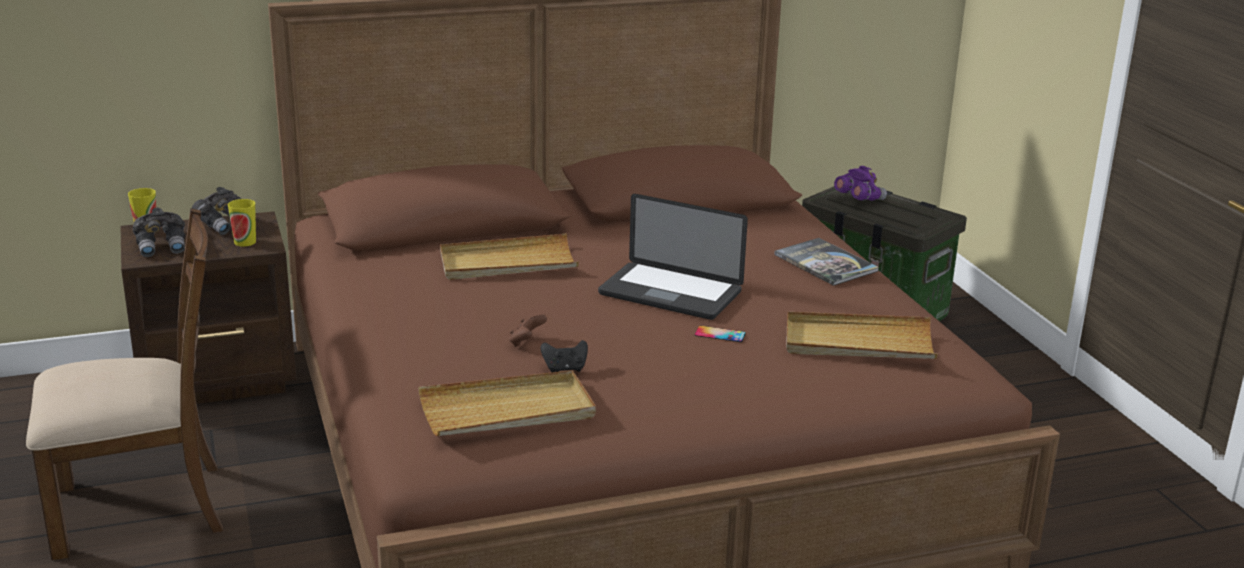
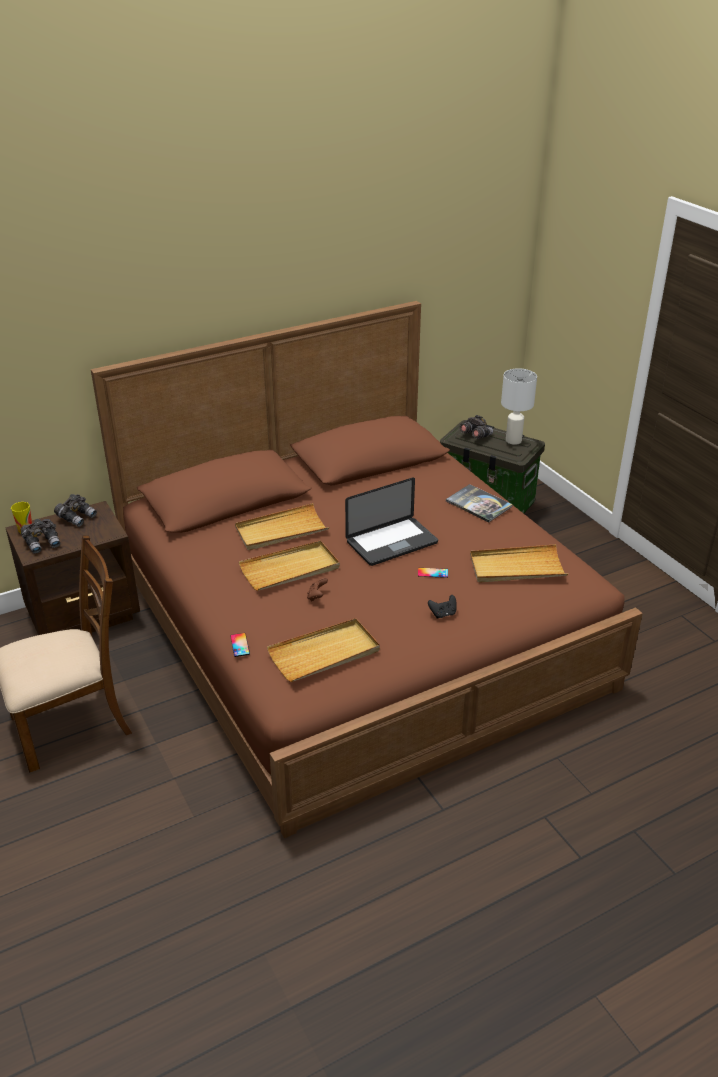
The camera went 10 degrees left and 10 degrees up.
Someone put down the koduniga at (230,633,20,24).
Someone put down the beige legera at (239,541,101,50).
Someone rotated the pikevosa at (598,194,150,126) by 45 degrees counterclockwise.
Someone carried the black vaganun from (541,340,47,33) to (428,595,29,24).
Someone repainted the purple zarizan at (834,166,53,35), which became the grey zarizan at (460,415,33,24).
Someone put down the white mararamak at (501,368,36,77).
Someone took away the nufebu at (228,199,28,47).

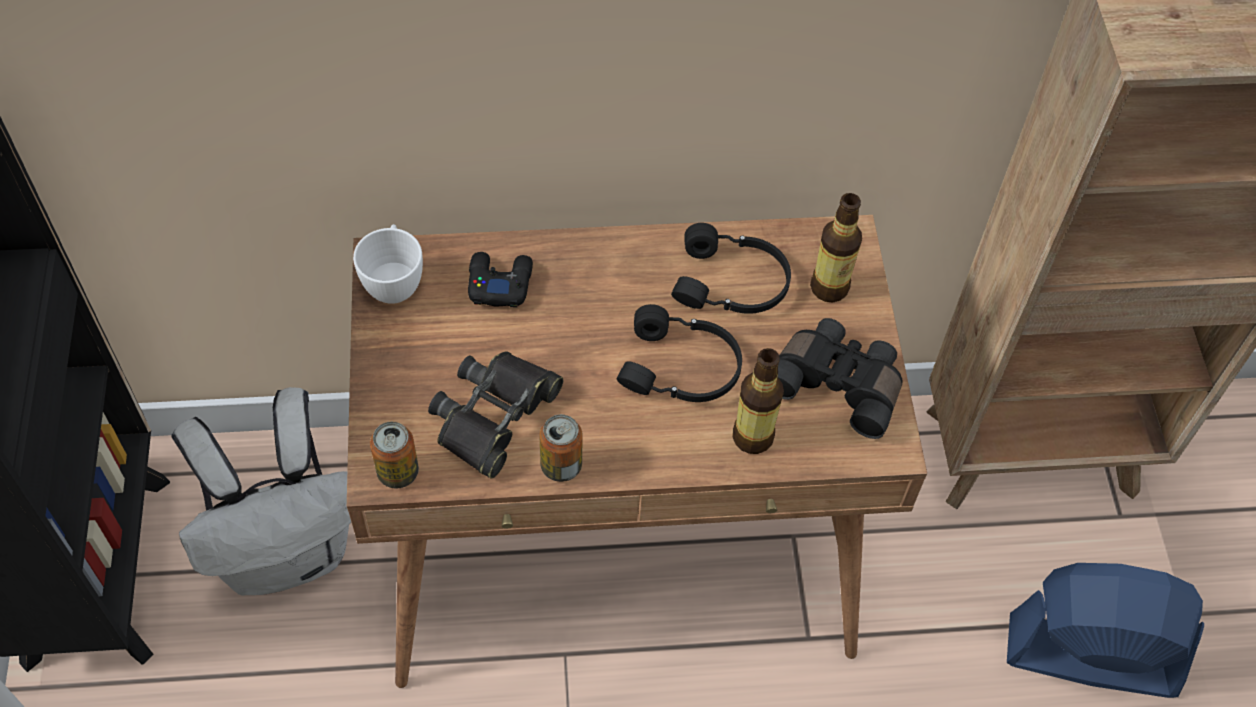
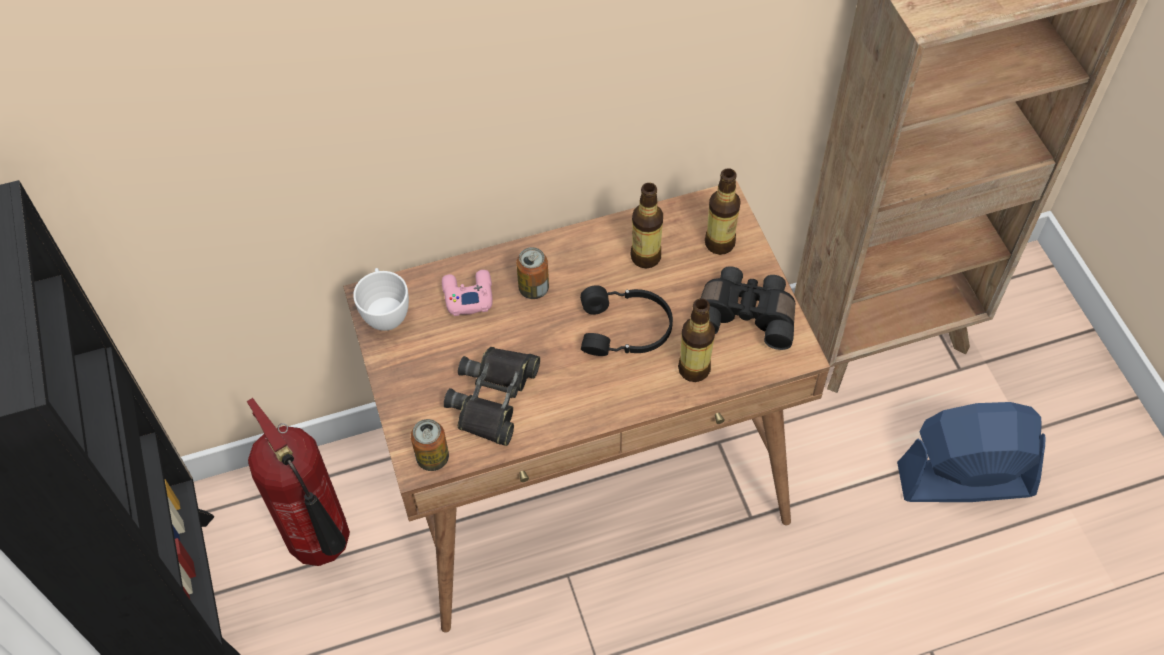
The camera went 10 degrees left and 0 degrees up.
Someone swapped the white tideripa at (172,387,179,208) for the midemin at (247,398,103,168).
Someone repainted the black vaganun at (468,252,65,56), which became the pink vaganun at (442,270,51,46).
Someone carried the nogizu from (539,414,44,68) to (516,247,33,52).
Someone swapped the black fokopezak at (671,223,120,91) for the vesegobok at (630,183,33,86).

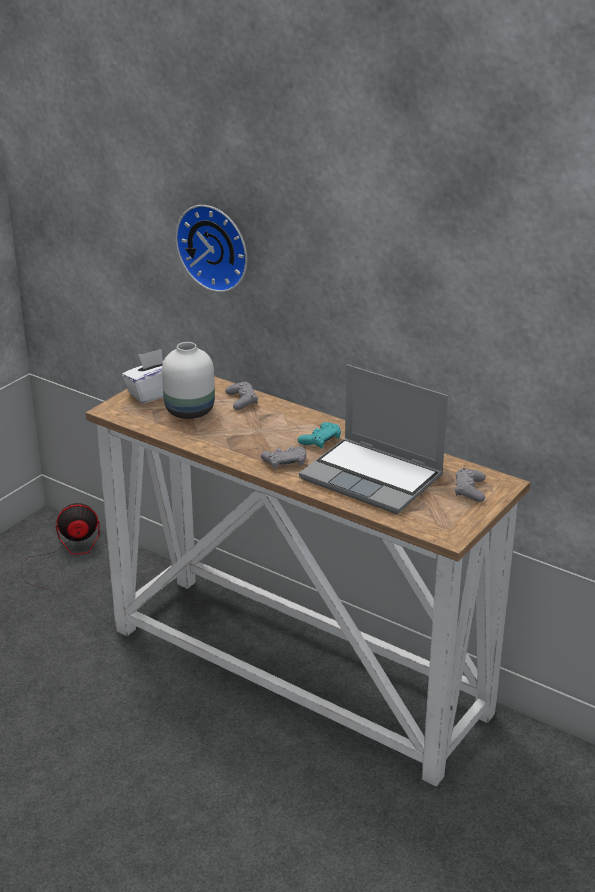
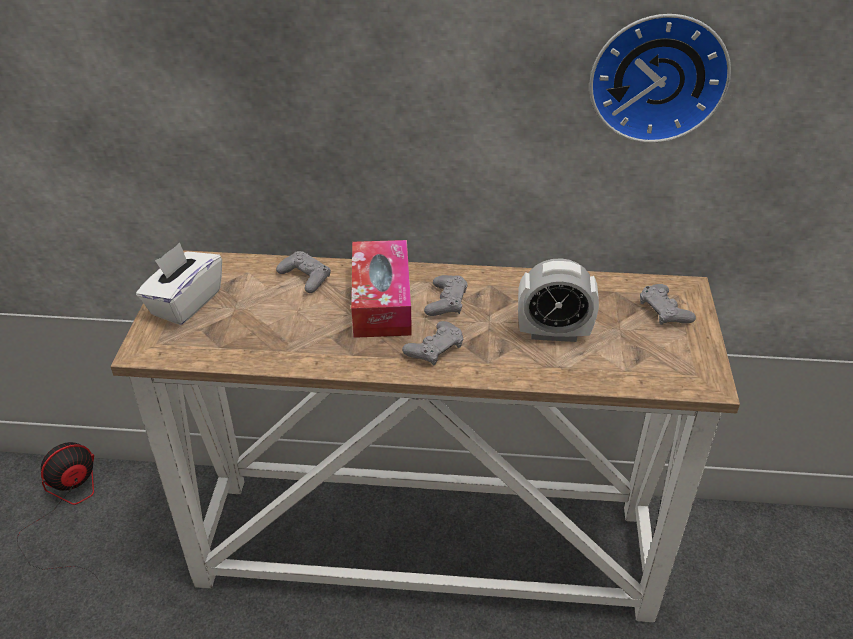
The camera went 30 degrees left and 10 degrees up.
Someone put down the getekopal at (351,240,61,98).
Someone repainted the turquoise vaganun at (298,422,43,27), which became the grey vaganun at (424,275,44,41).
Someone swapped the pikevosa at (299,364,149,150) for the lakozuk at (518,258,81,84).
Someone carried the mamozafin from (175,205,72,87) to (589,14,142,129).
Someone took away the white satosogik at (162,342,53,77).

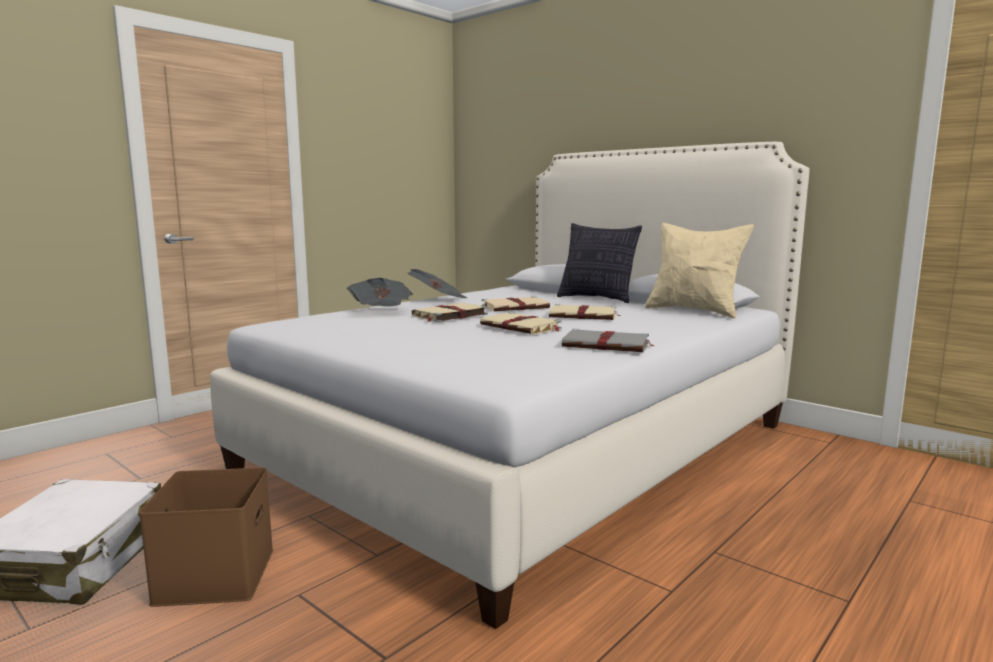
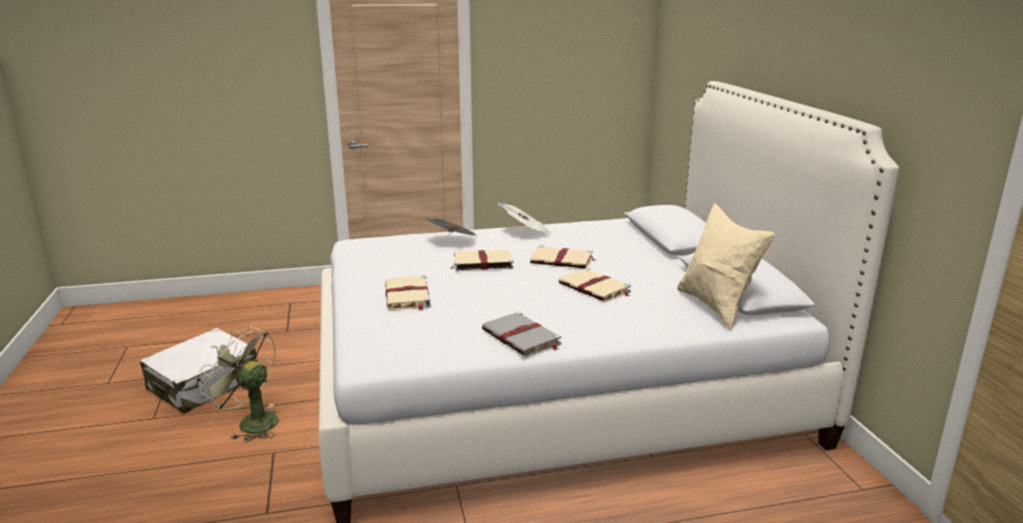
The camera went 35 degrees right and 10 degrees up.
Someone swapped the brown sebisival at (139,468,134,139) for the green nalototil at (199,326,80,116).
Someone carried the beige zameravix from (480,312,82,22) to (385,276,46,34).
Someone took away the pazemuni at (557,223,85,80).

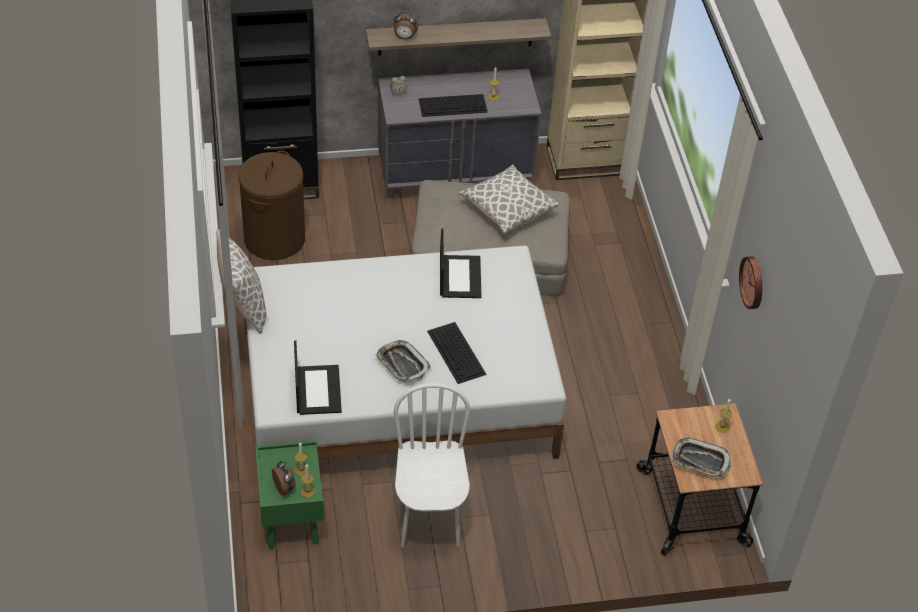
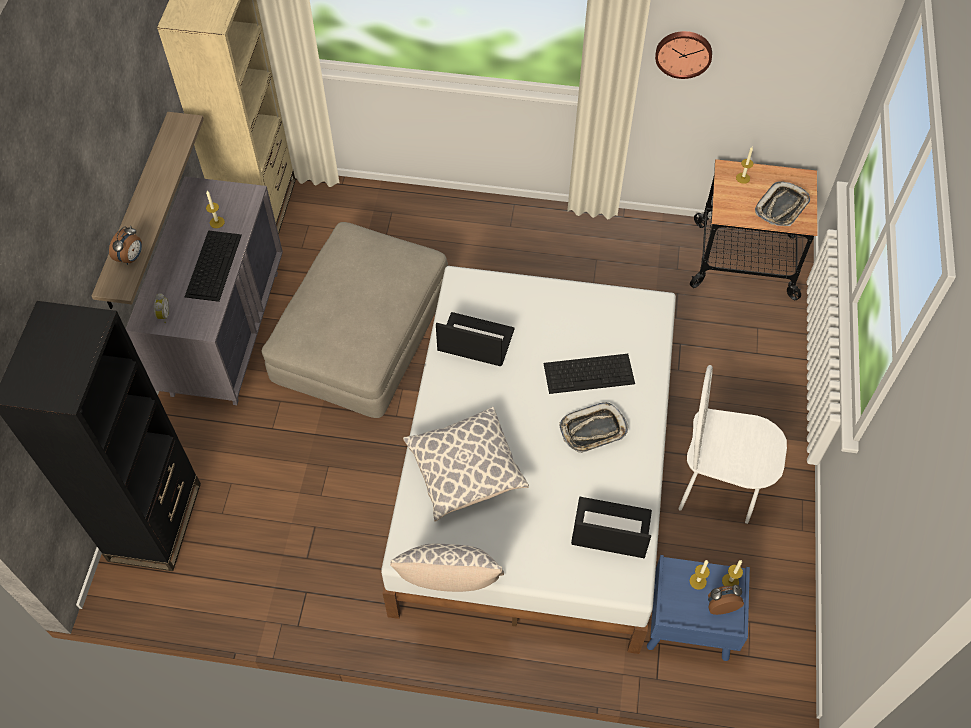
The camera went 70 degrees left and 10 degrees up.
Someone carried the pazemuni from (458,164,100,70) to (403,407,126,115).
Someone repainted the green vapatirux at (255,440,69,109), which became the blue vapatirux at (647,555,103,106).
Someone took away the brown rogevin at (238,150,67,110).

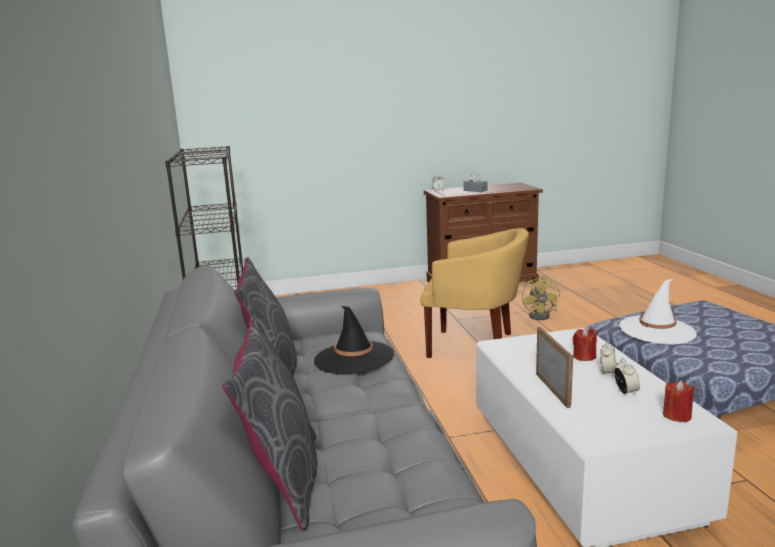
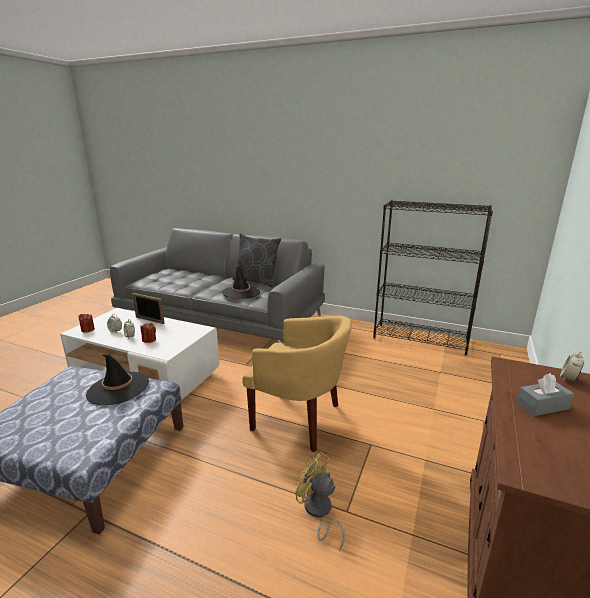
The camera went 125 degrees right and 5 degrees up.
Someone repainted the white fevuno at (619,279,78,65), which became the black fevuno at (86,354,63,52).
Someone rotated the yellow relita at (420,228,109,130) by 120 degrees counterclockwise.
Someone took away the grey pazemuni at (222,317,95,214).

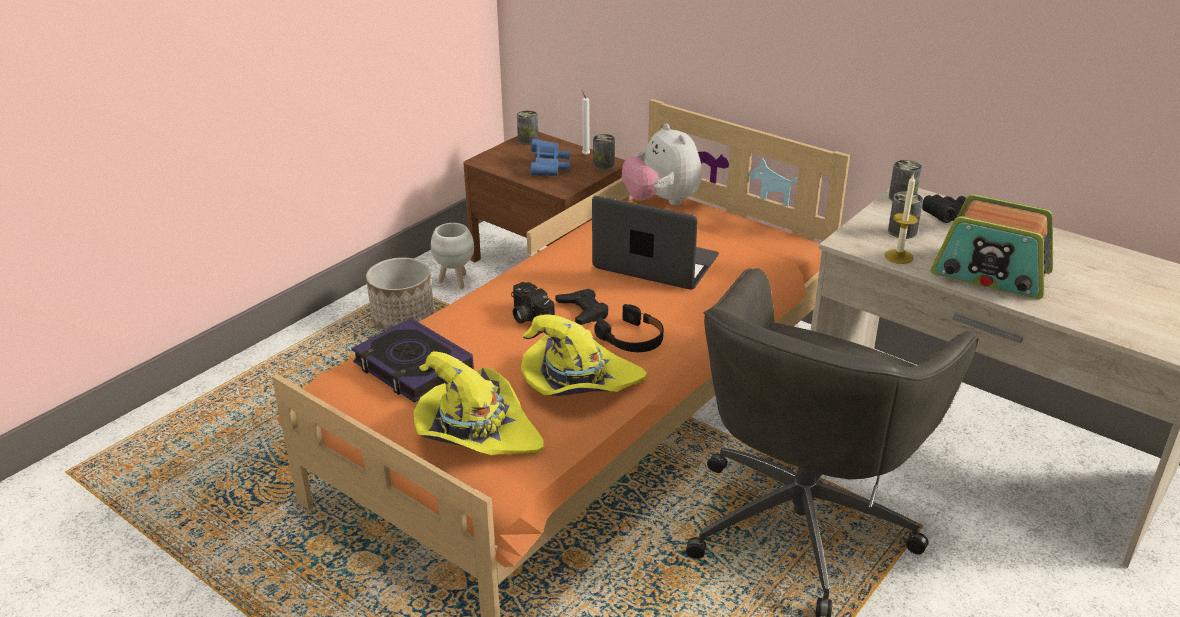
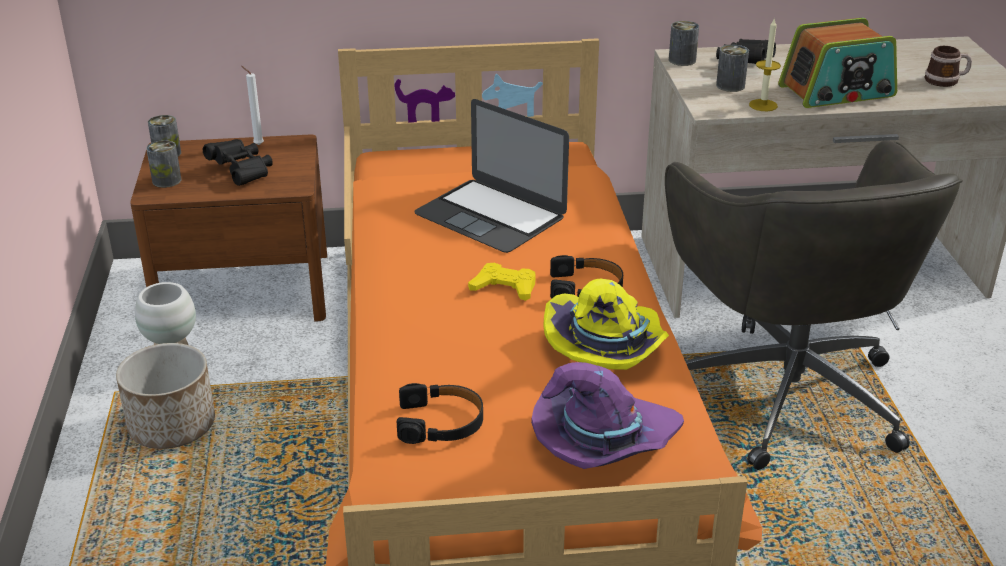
The camera went 45 degrees left and 0 degrees up.
Someone carried the nogizu from (593,134,22,36) to (146,140,35,48).
Someone repainted the blue zarizan at (530,139,40,37), which became the black zarizan at (203,139,70,47).
Someone swapped the zameravix at (351,318,123,85) for the black fokopezak at (397,383,86,61).
Someone rotated the pikevosa at (592,196,127,93) by 120 degrees counterclockwise.
Someone repainted the black vaganun at (556,289,52,36), which became the yellow vaganun at (468,263,67,38).
Someone repainted the yellow fevuno at (414,351,130,104), which became the purple fevuno at (531,362,153,107).
Someone put down the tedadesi at (924,46,48,41).
Someone took away the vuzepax at (511,282,44,41).
Someone took away the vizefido at (622,123,80,83).

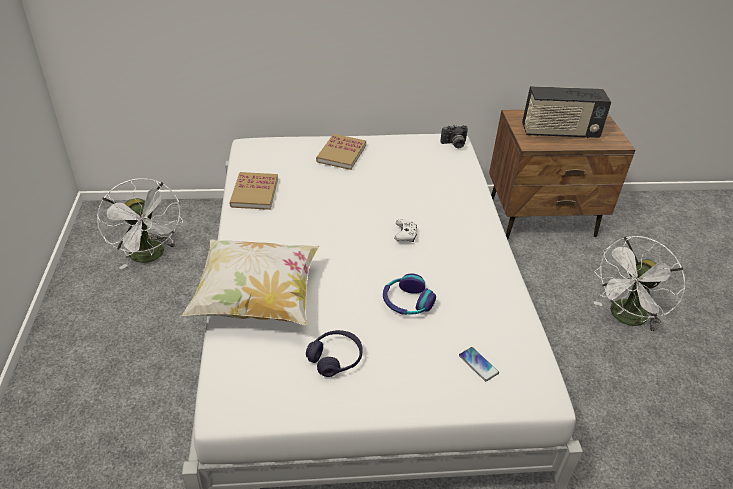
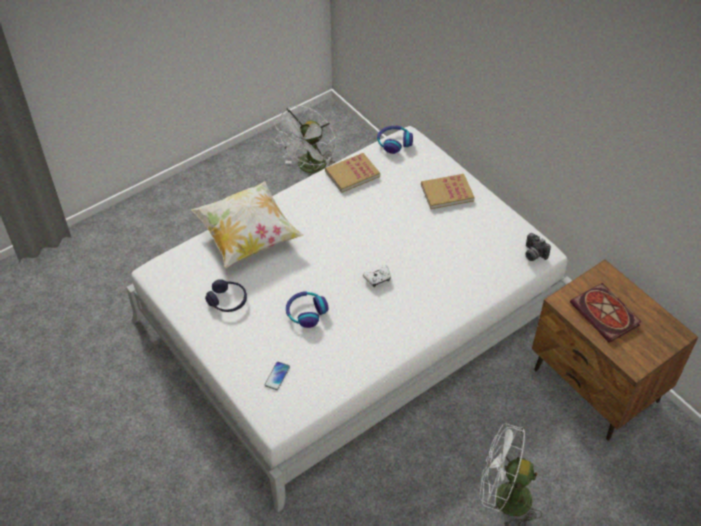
The camera went 60 degrees right and 10 degrees up.
Someone put down the fokopezak at (377,126,36,28).
Someone swapped the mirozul at (522,86,89,52) for the zameravix at (570,283,71,60).

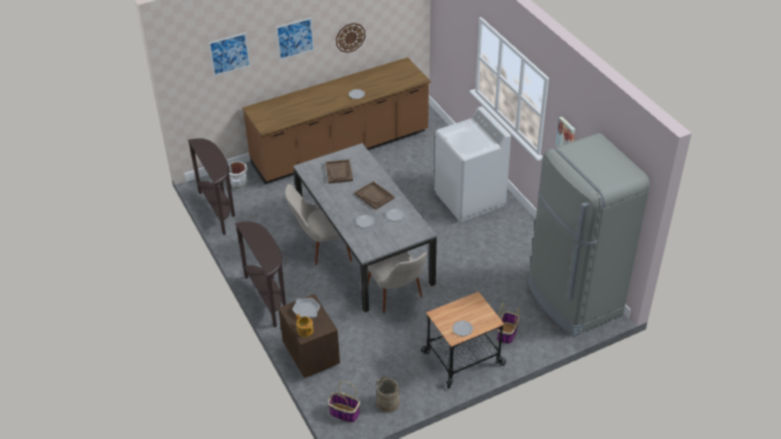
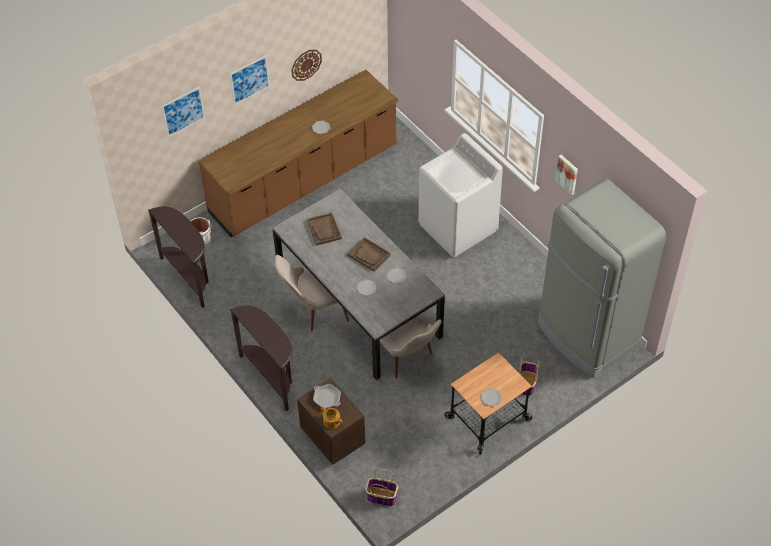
The camera went 10 degrees left and 10 degrees up.
Someone took away the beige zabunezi at (376,377,24,36).

